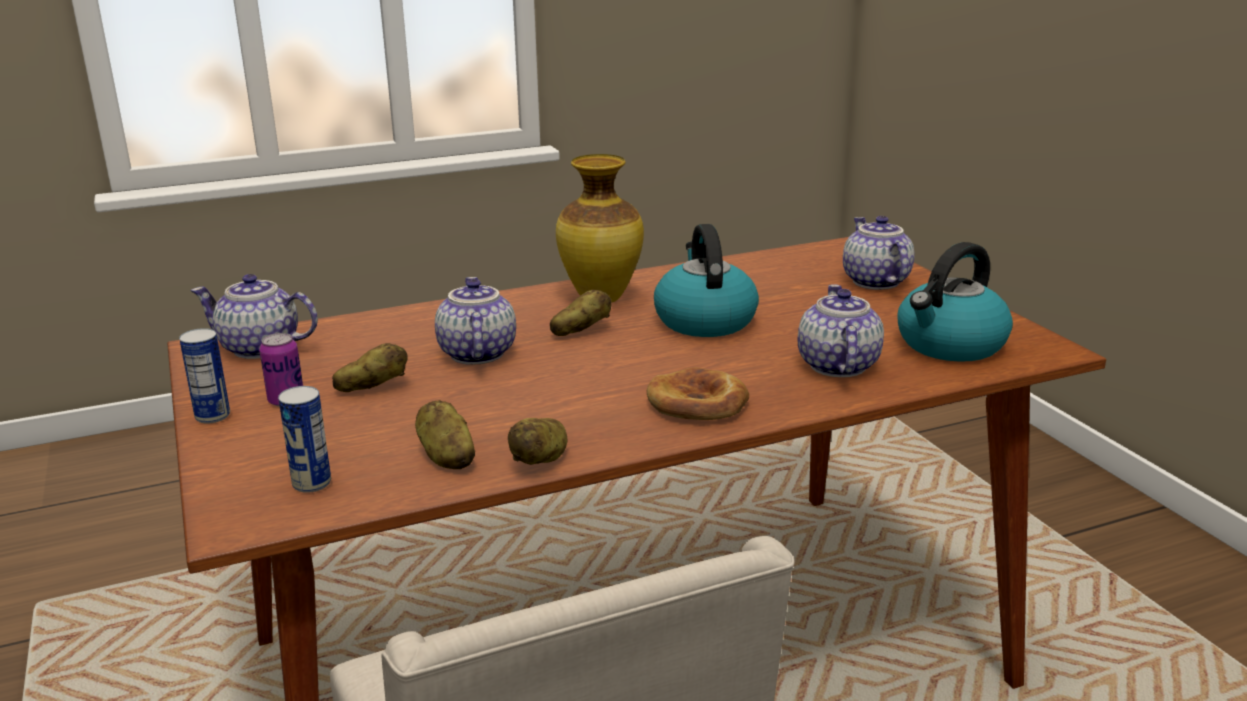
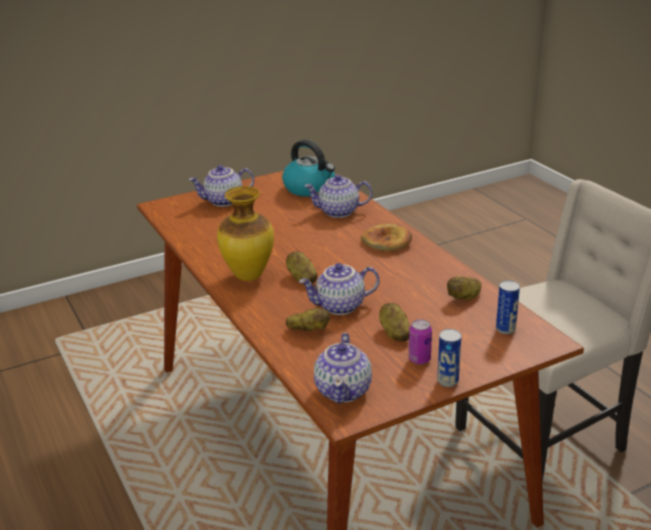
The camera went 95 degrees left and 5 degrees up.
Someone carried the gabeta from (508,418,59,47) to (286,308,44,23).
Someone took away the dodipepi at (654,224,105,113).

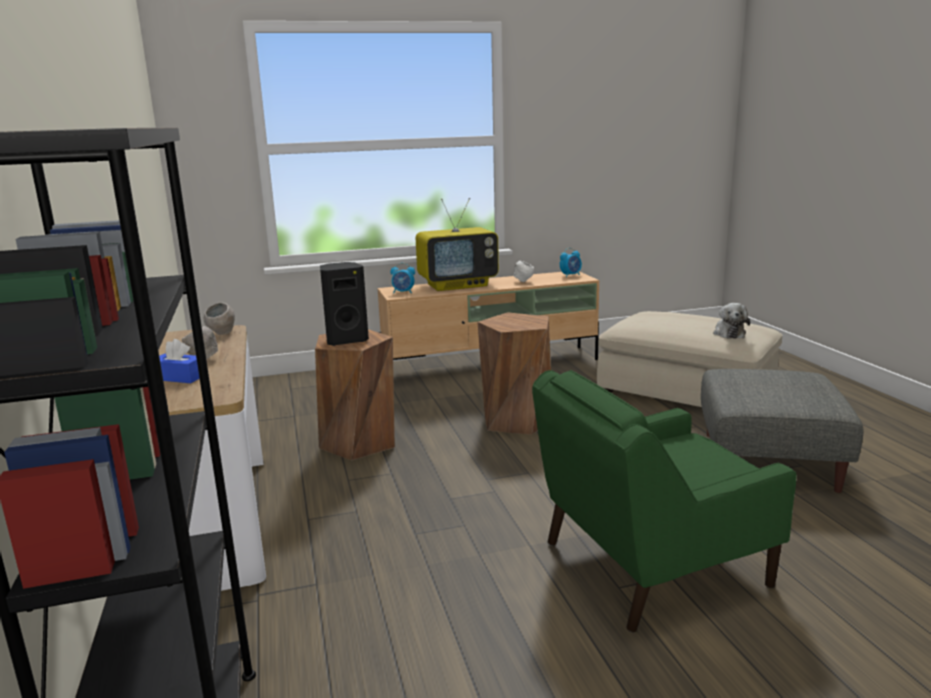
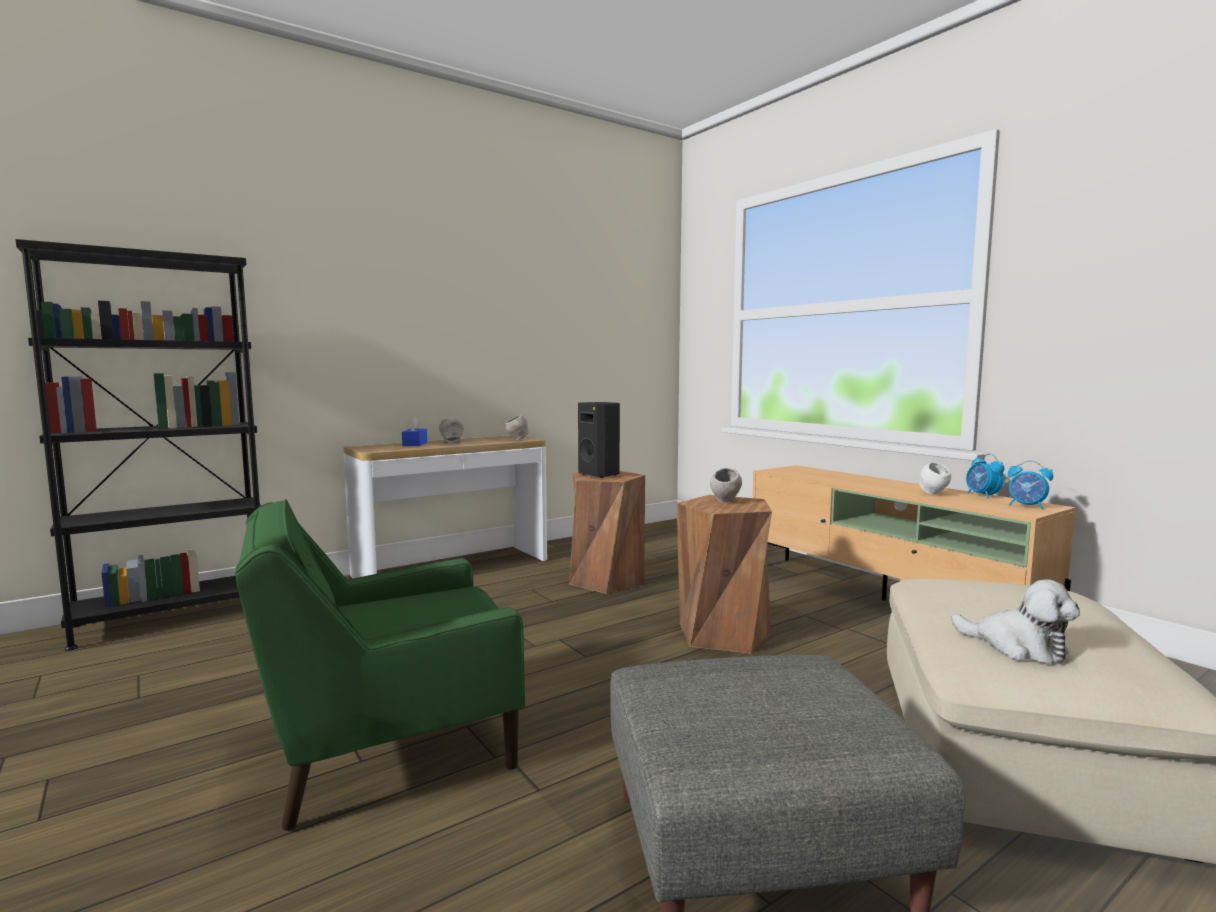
The camera went 70 degrees right and 10 degrees down.
Someone rotated the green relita at (532,370,265,262) by 75 degrees counterclockwise.
Someone put down the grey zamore at (710,468,32,34).
Someone rotated the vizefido at (713,303,37,36) by 120 degrees counterclockwise.
Someone carried the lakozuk from (390,263,25,31) to (966,453,38,45).
Someone took away the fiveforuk at (416,198,83,93).

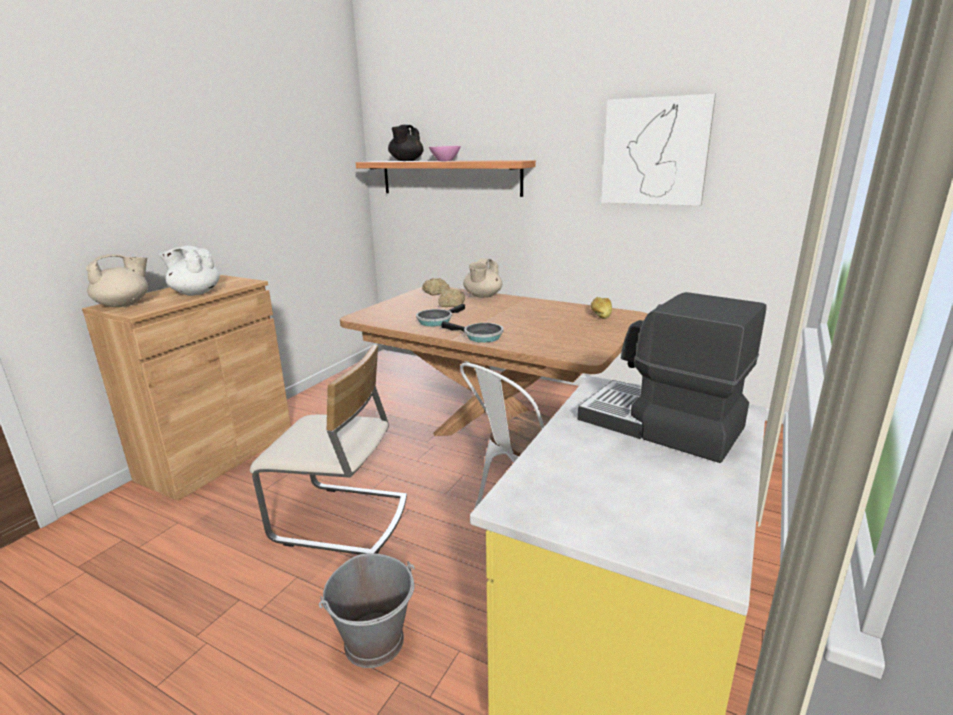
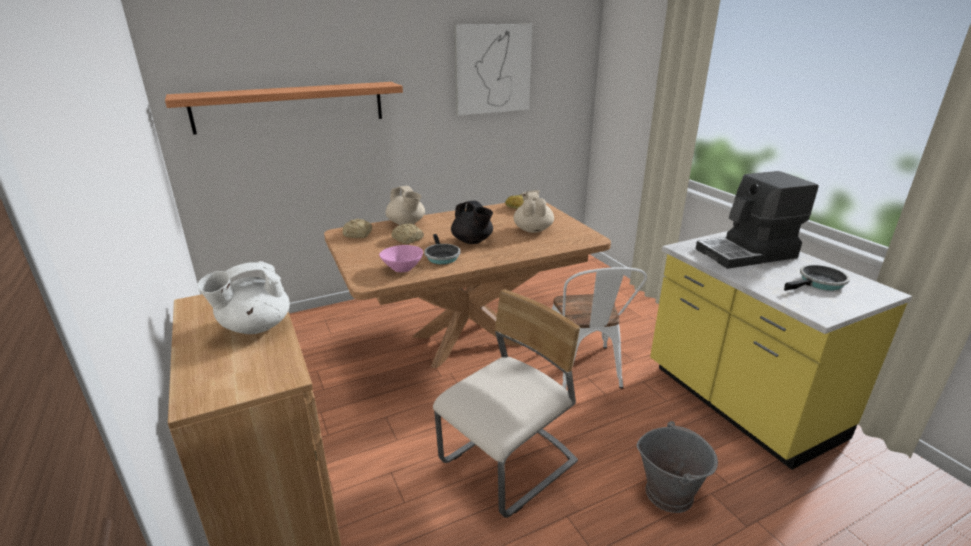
The camera went 55 degrees left and 5 degrees up.
Someone carried the pink zamore from (429,146,32,15) to (379,245,44,27).
Someone carried the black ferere from (388,125,35,36) to (451,201,42,43).
Someone carried the beige ferere from (86,254,62,53) to (514,190,40,43).
Someone carried the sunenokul from (441,321,62,22) to (784,264,66,27).

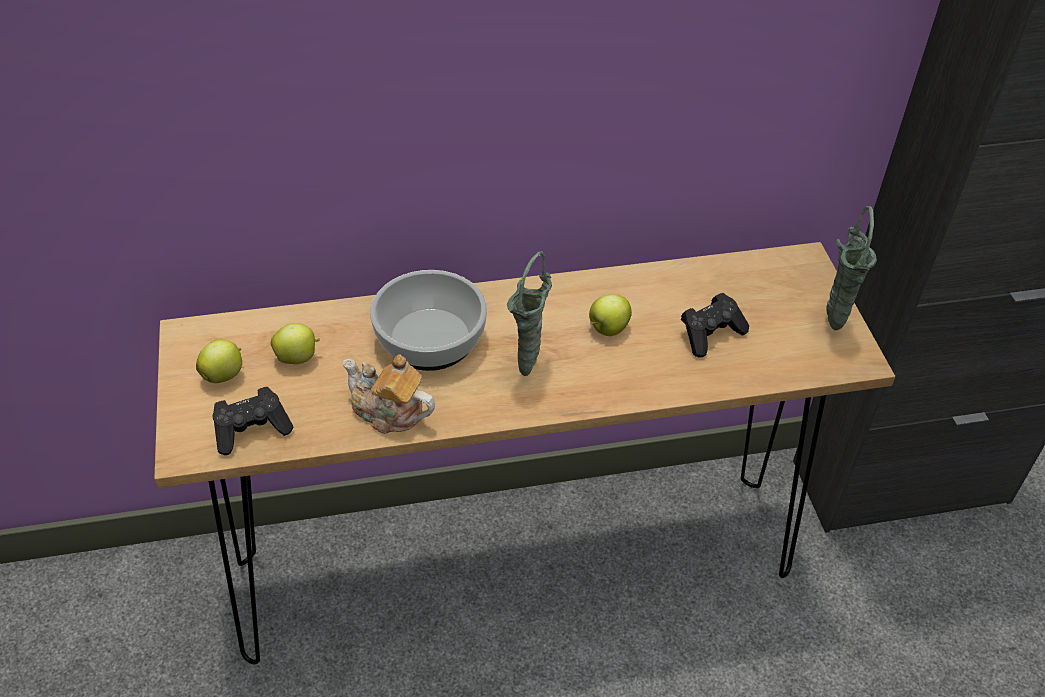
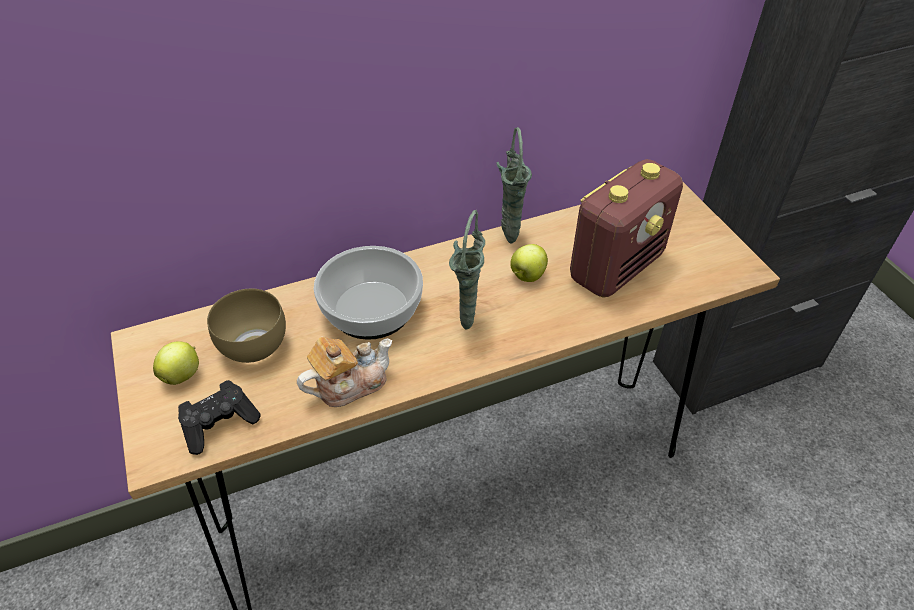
The camera went 10 degrees left and 0 degrees up.
Someone swapped the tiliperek at (271,323,49,41) for the brown zamore at (207,289,79,74).
Someone rotated the ferere at (343,354,92,80) by 135 degrees clockwise.
Someone carried the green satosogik from (826,206,51,124) to (496,127,36,117).
Someone swapped the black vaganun at (681,293,68,65) for the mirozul at (570,159,113,139).

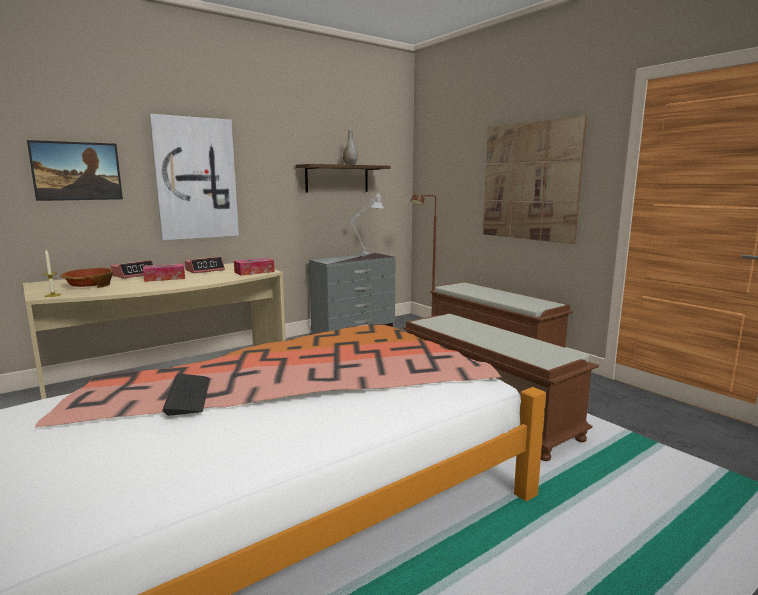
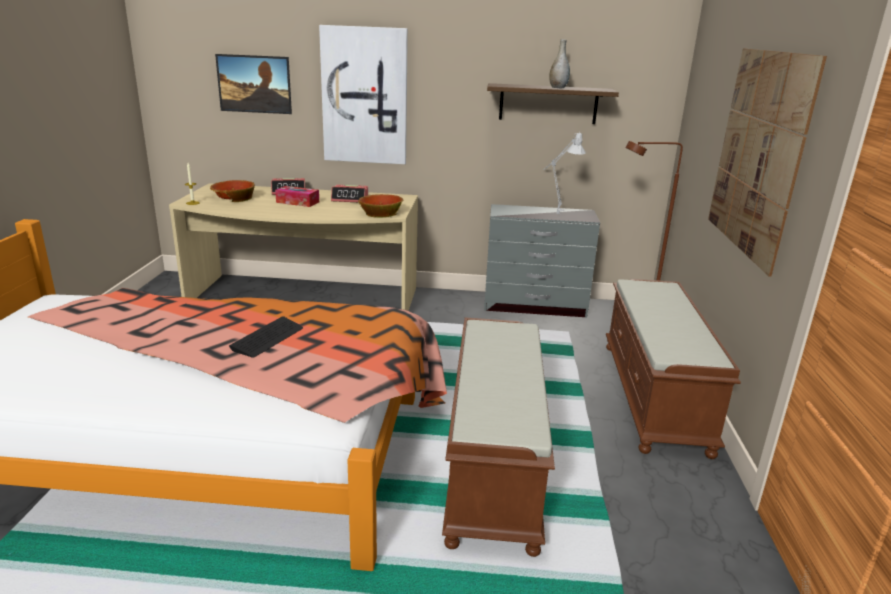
The camera went 40 degrees right and 10 degrees up.
Someone carried the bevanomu from (162,374,48,42) to (229,316,74,42).
Someone swapped the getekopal at (234,258,41,17) for the zamore at (358,194,45,24).

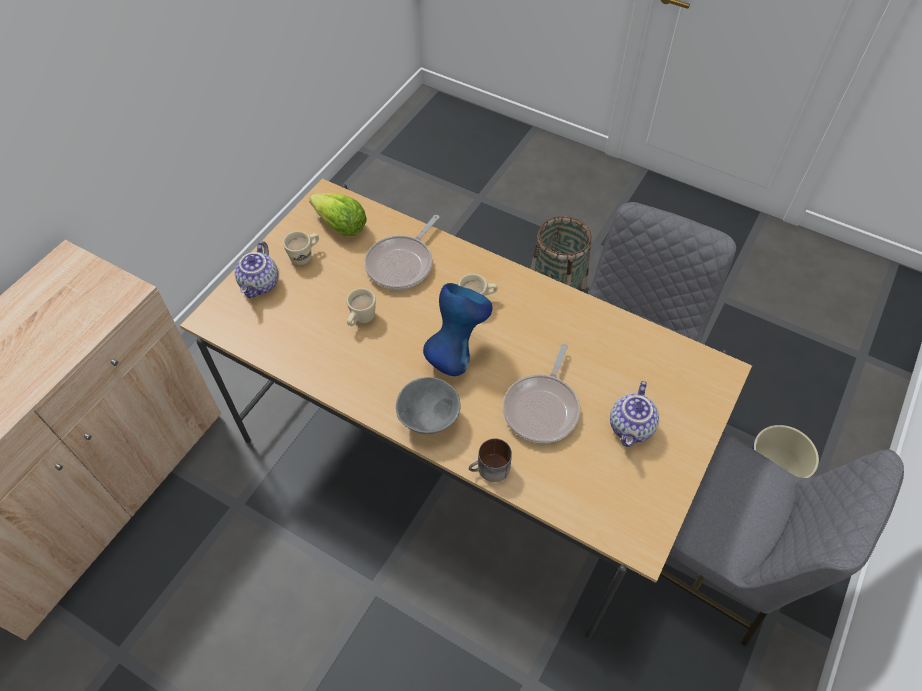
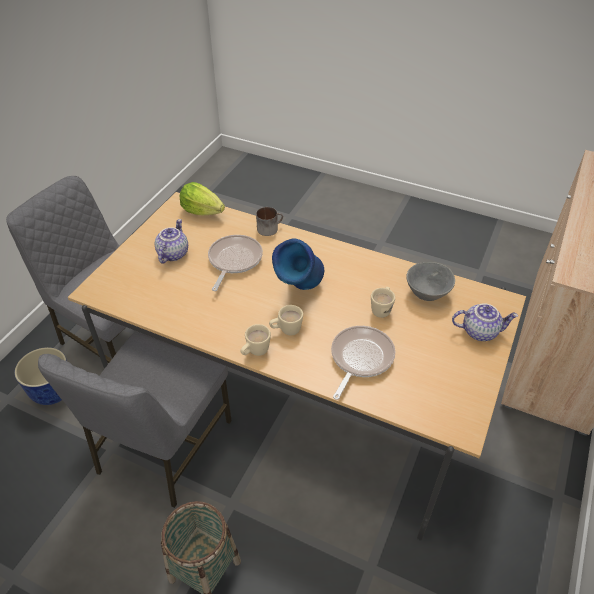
The camera went 175 degrees right and 10 degrees down.
Someone carried the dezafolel from (309,193,58,43) to (180,182,45,33).
Someone carried the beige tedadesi from (283,231,36,34) to (240,324,31,32).
Someone carried the grey zamore from (396,377,65,57) to (406,262,49,39).
Someone rotated the ferere at (235,241,44,57) by 90 degrees clockwise.

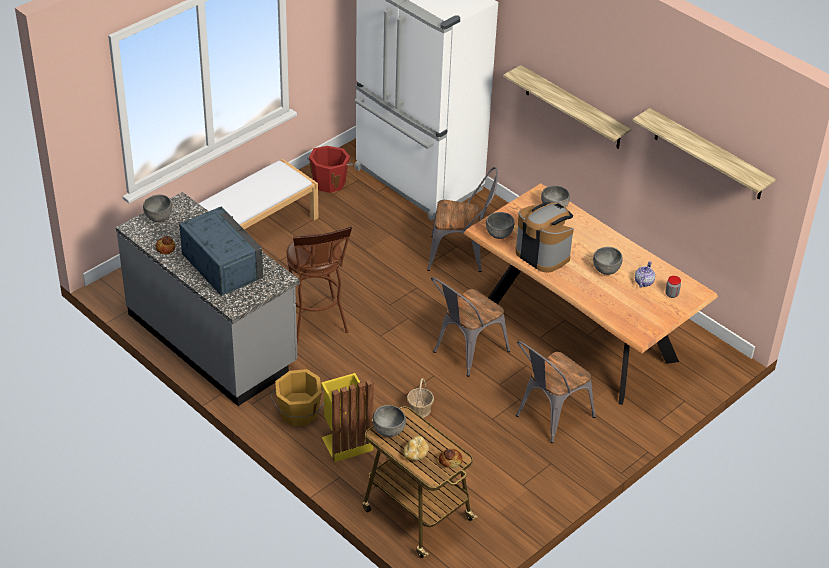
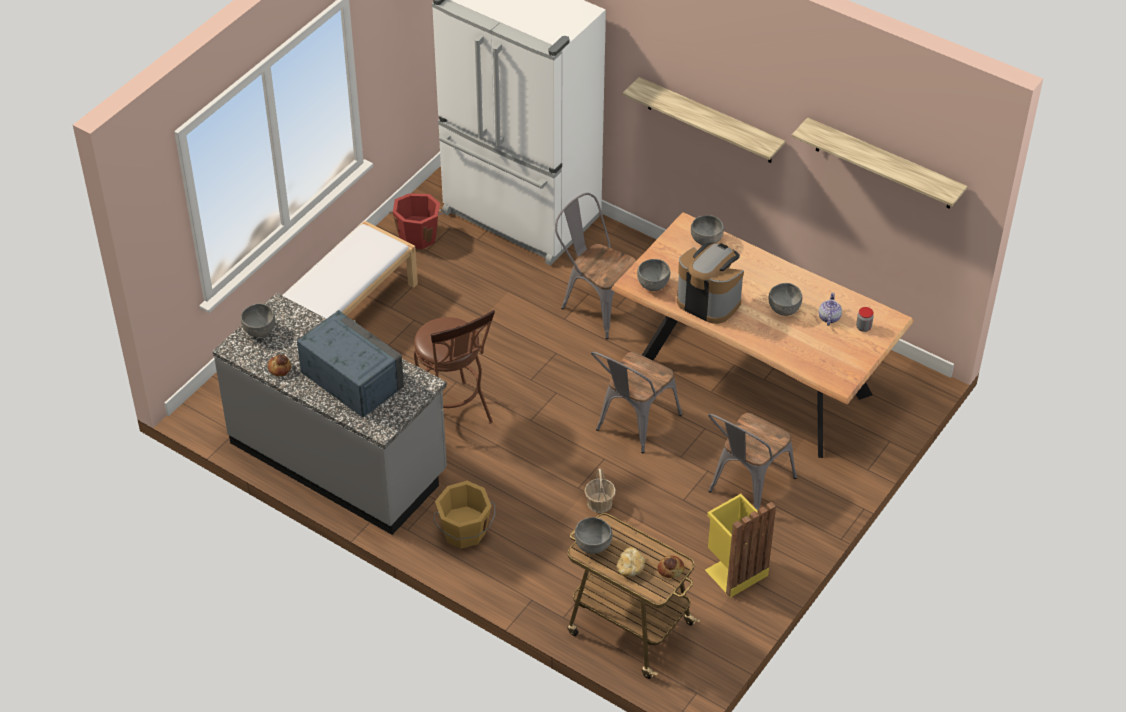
The camera went 10 degrees left and 5 degrees up.
Someone rotated the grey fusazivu at (427,167,71,105) by 135 degrees counterclockwise.
Someone carried the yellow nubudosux from (321,373,53,89) to (705,494,71,104).

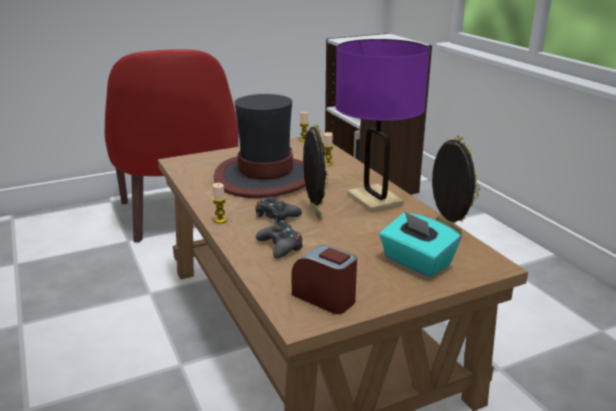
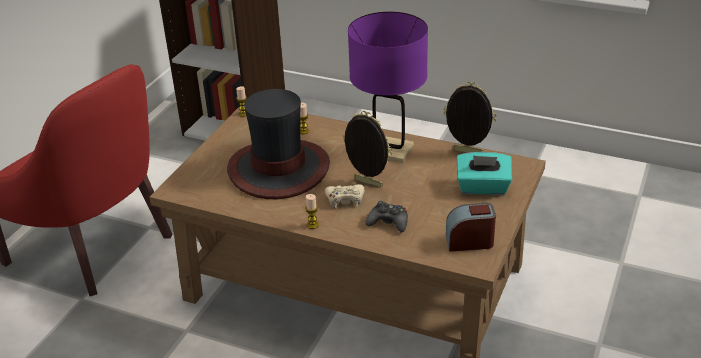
The camera went 40 degrees left and 10 degrees up.
Someone repainted the black vaganun at (256,197,46,27), which became the beige vaganun at (325,184,39,24).

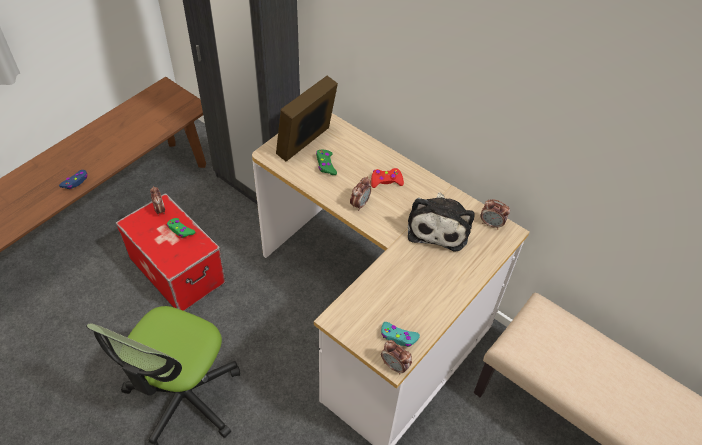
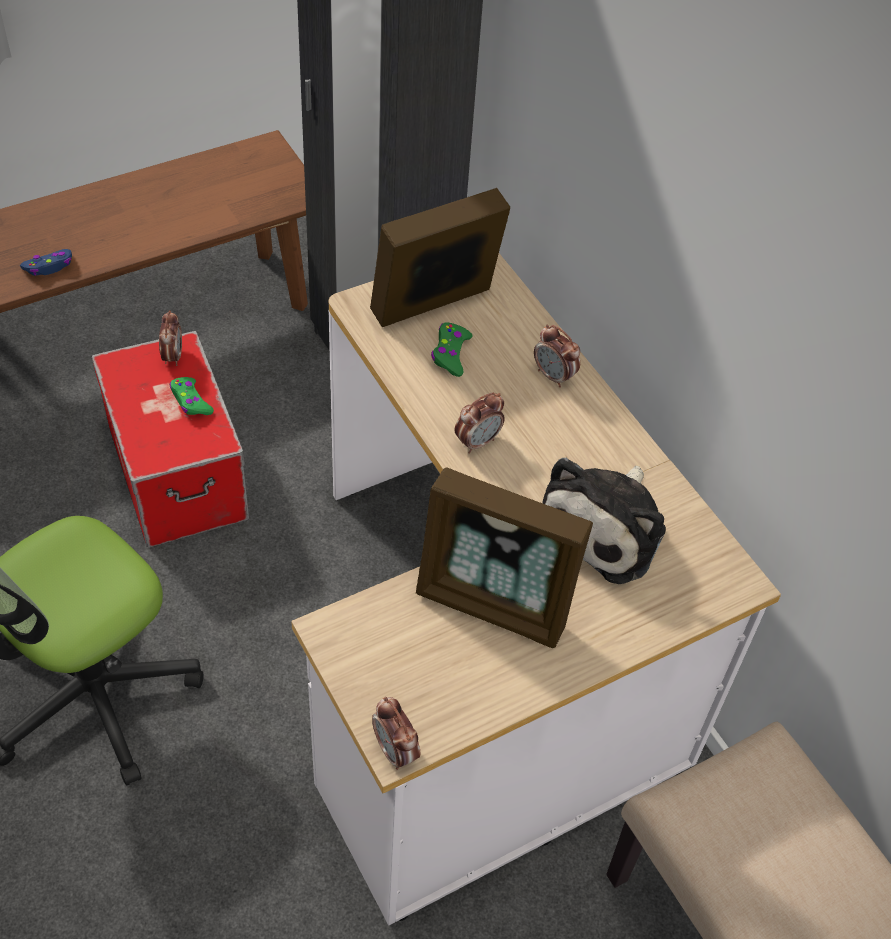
The camera went 20 degrees right and 0 degrees up.
Someone put down the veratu at (416,467,177,181).
Someone carried the lakozuk from (481,199,29,30) to (534,325,46,63).
Someone took away the red vaganun at (371,168,33,20).
Someone took away the turquoise vaganun at (381,322,39,25).

